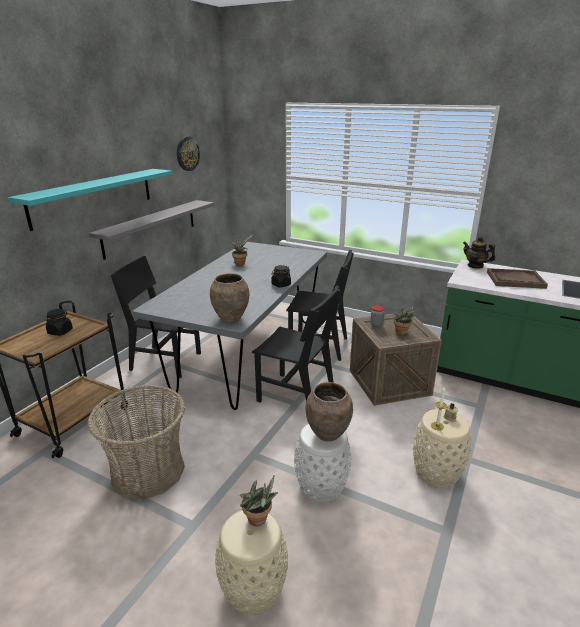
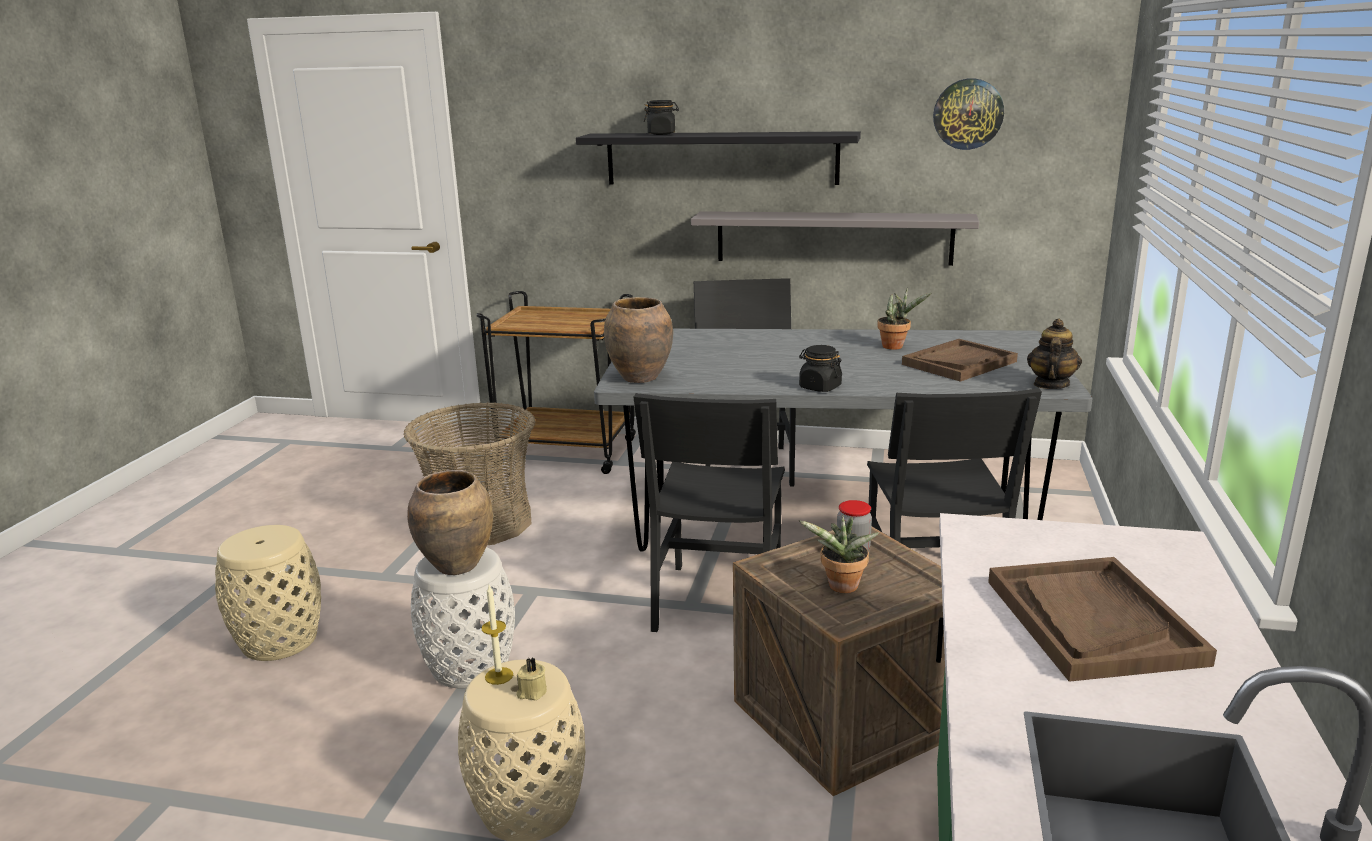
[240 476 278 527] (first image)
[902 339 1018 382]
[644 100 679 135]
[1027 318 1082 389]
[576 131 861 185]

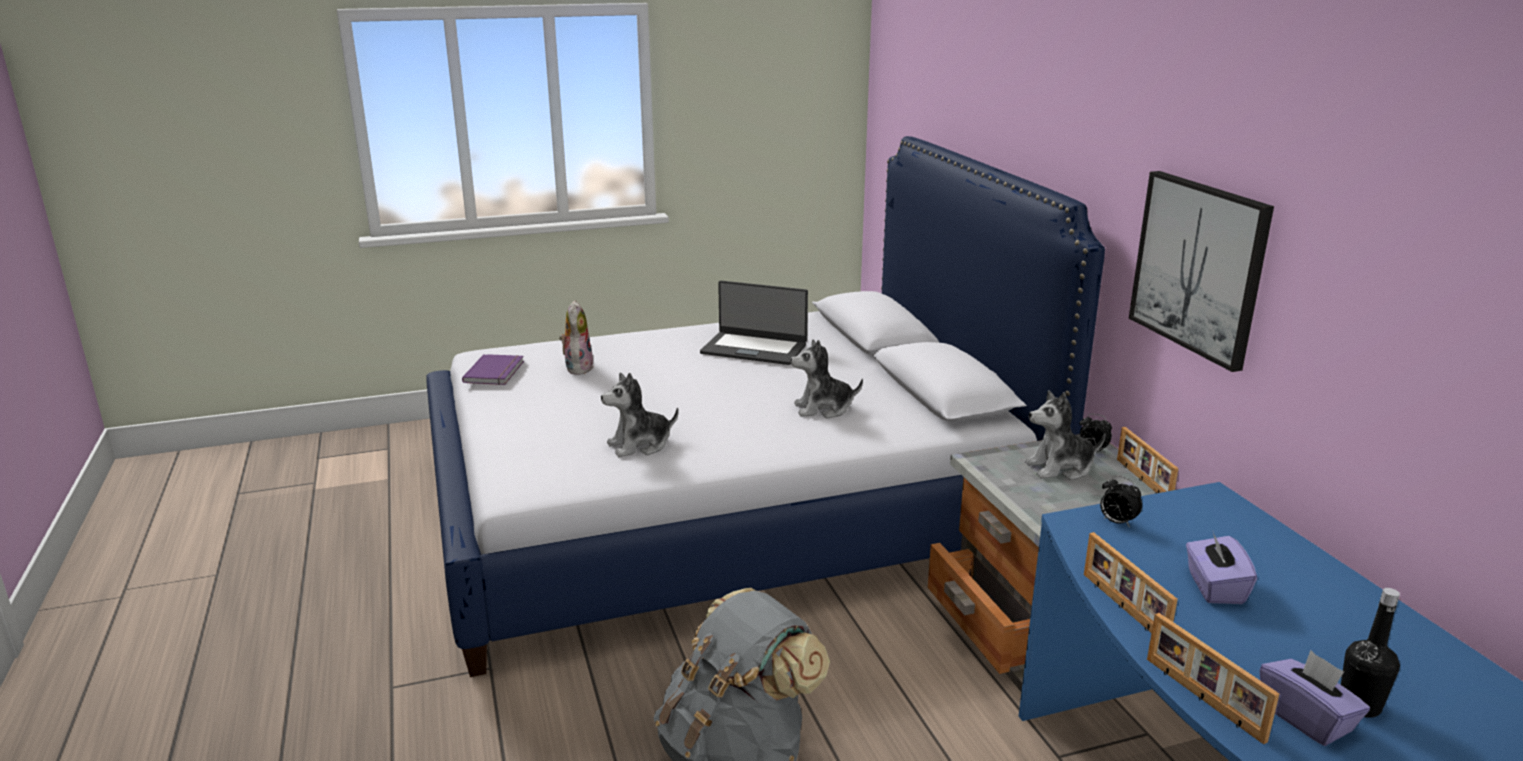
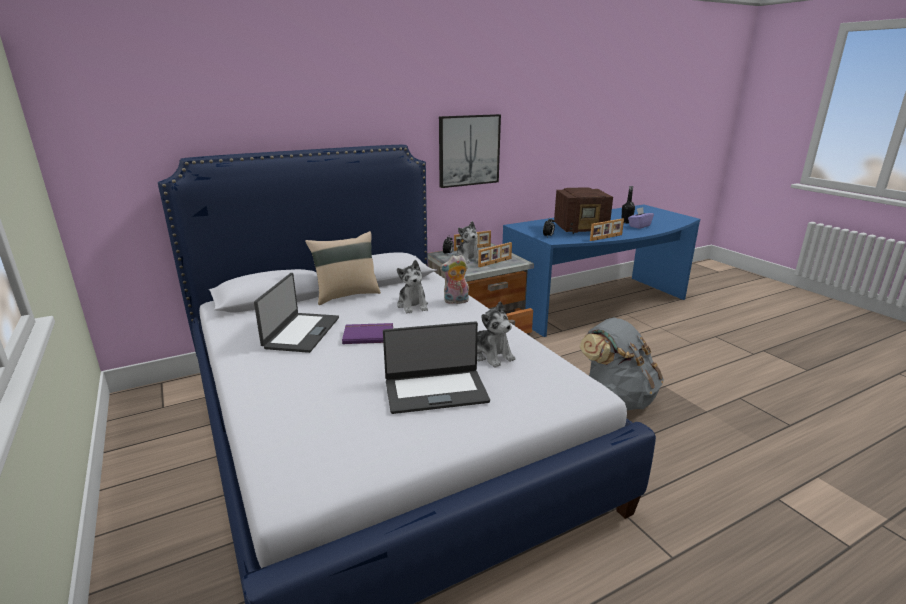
[305 231 381 305]
[383 321 490 414]
[342 323 393 344]
[440 255 469 304]
[478 242 512 267]
[554 187 613 234]

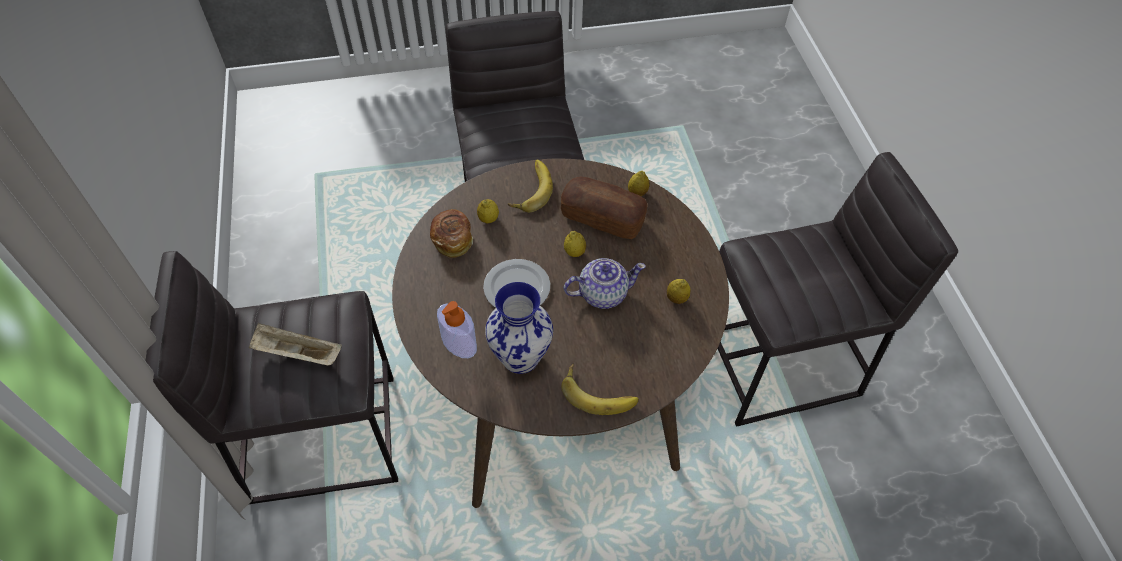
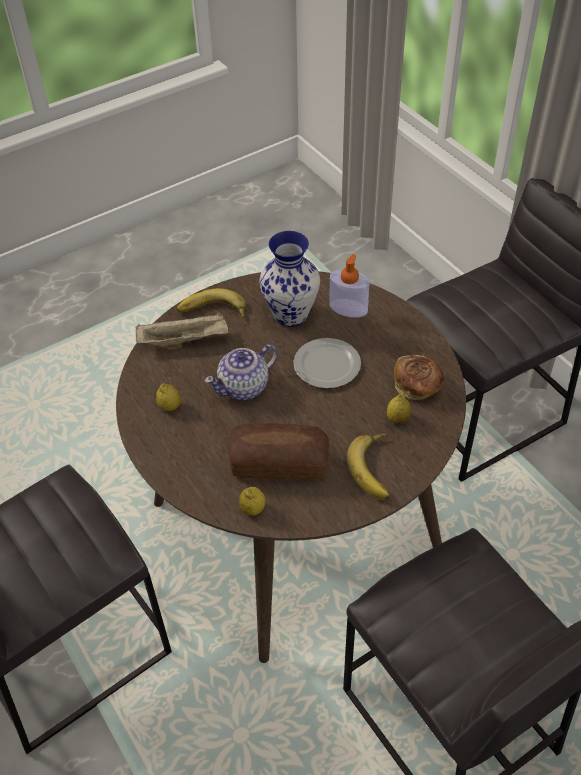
[564 231 586 257] (first image)
[136 312 228 347]

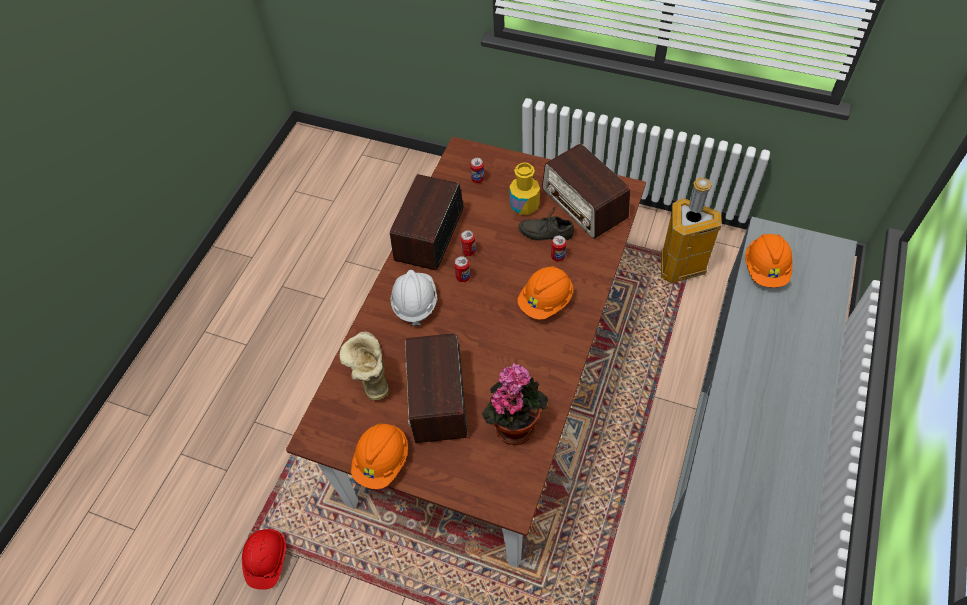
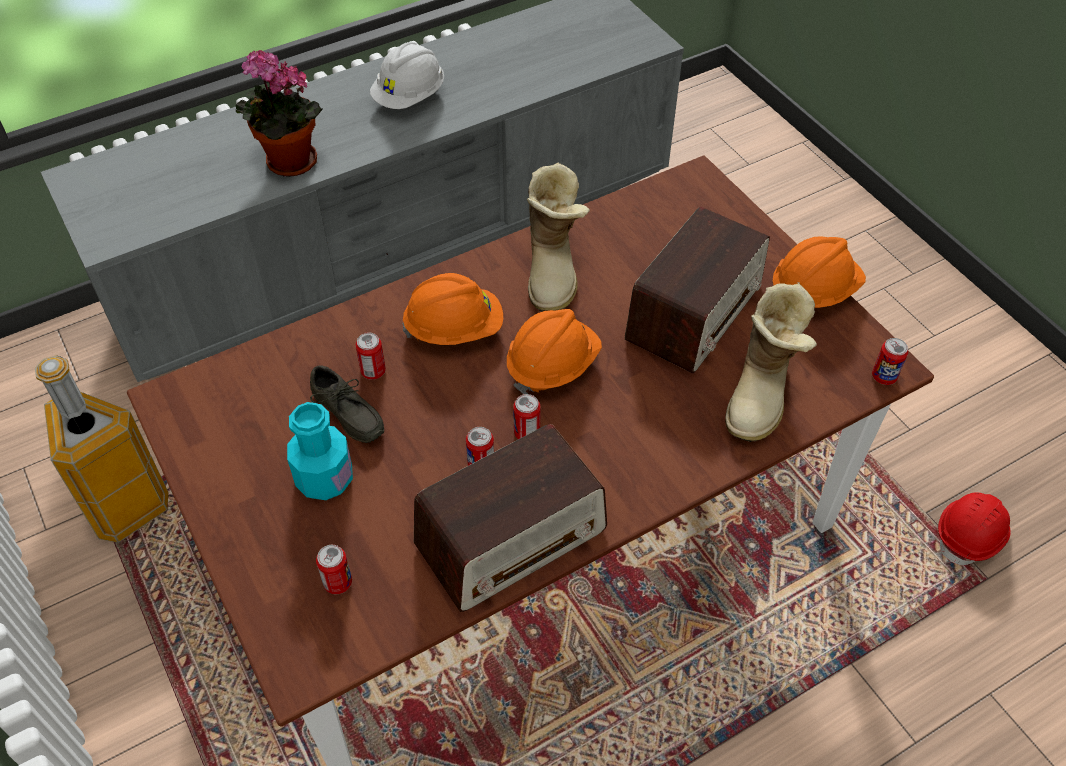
[542 143 630 239] (first image)
[527 163 590 312]
[872 338 908 385]
[370 42 444 109]
[236 50 323 177]
[507 309 602 394]
[287 402 353 500]

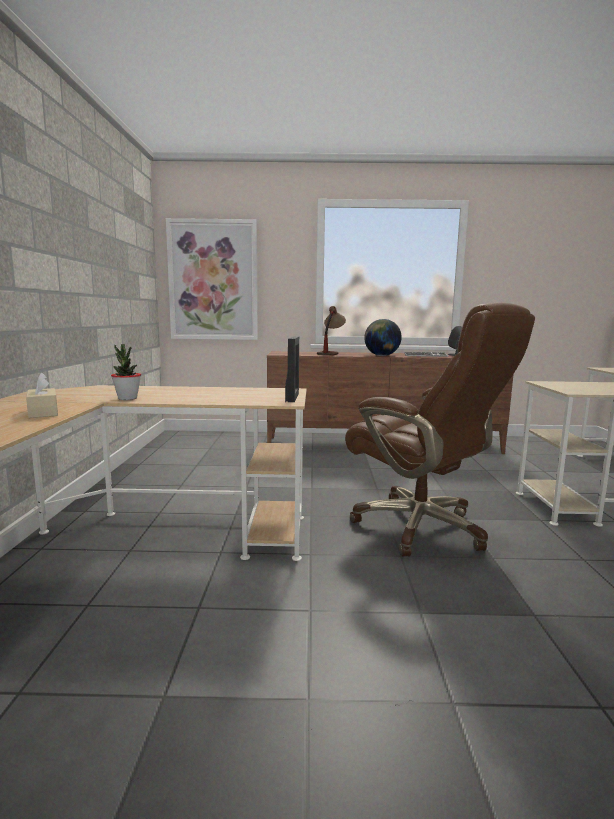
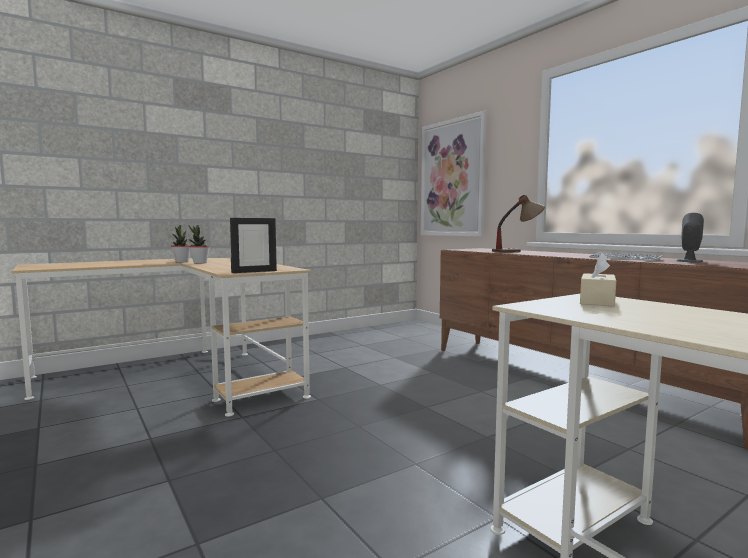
[345 302 535 556] (first image)
[364 319 402 356] (first image)
[171 225 191 263]
[580 253 616 307]

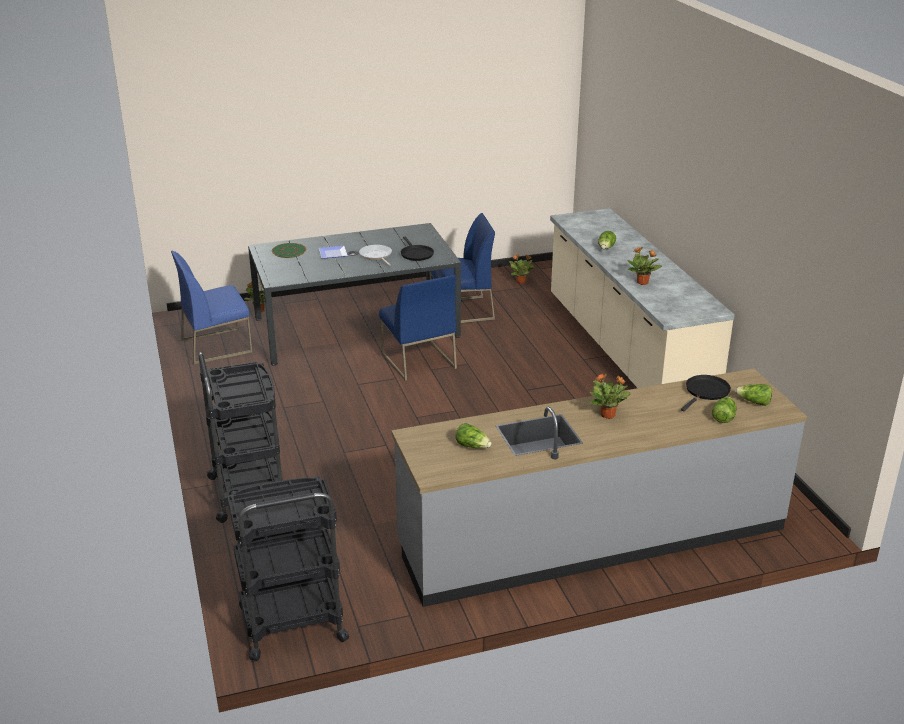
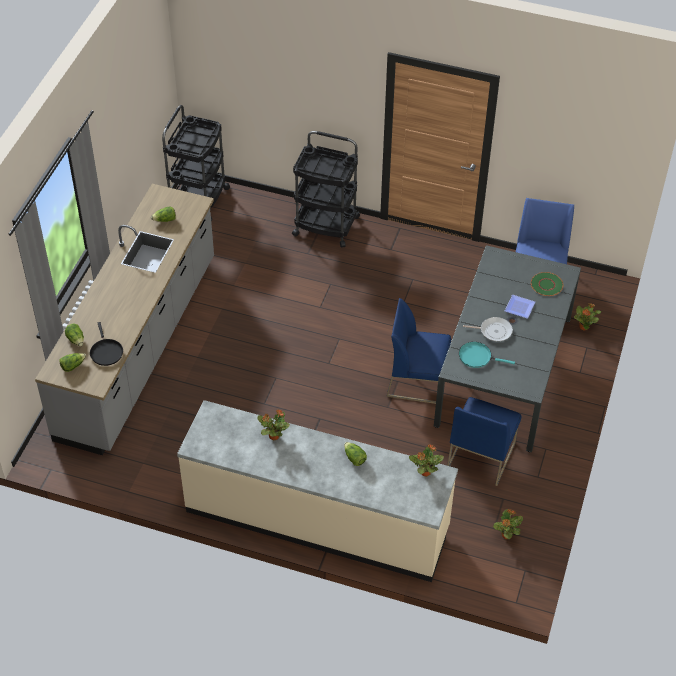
[409 444 444 477]
[459 342 515 368]

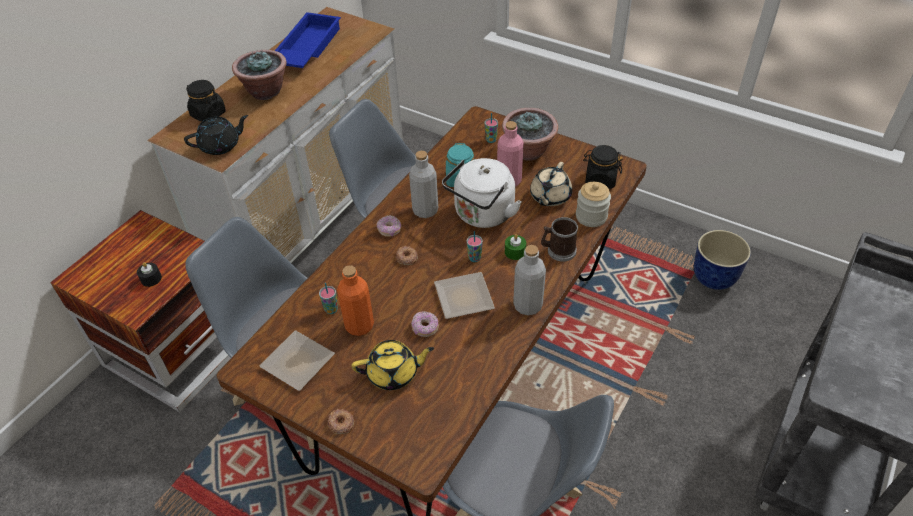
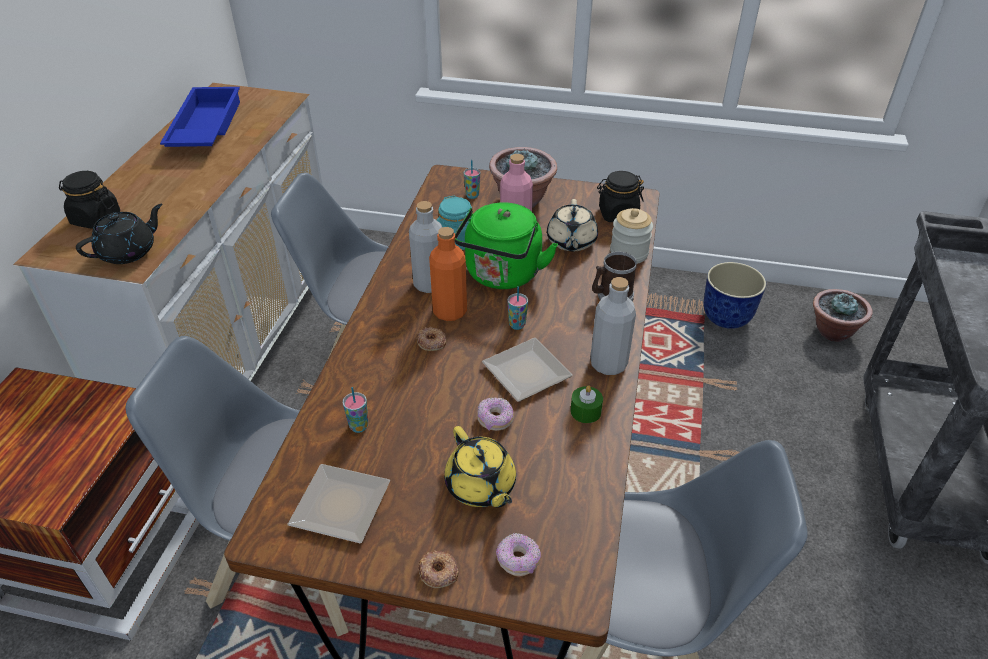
[137 262 162 287] (first image)
[813 289 872 342]
[429 227 467 321]
[496 533 541 576]
[571 385 603 423]
[455 202 558 289]
[444 426 516 508]

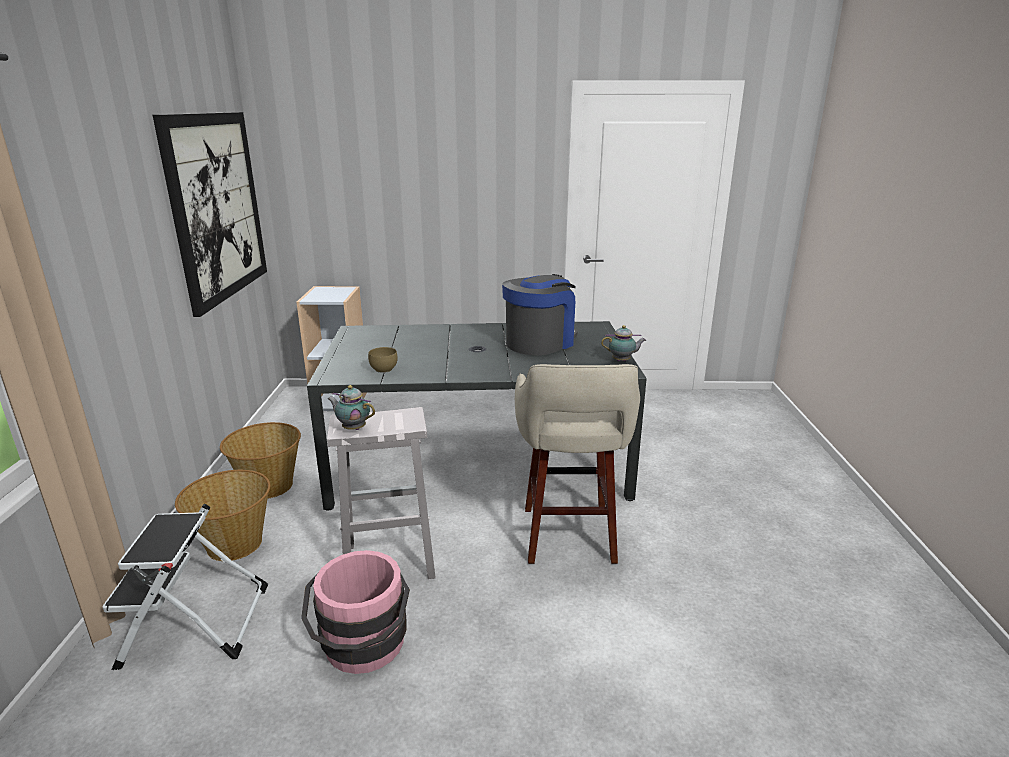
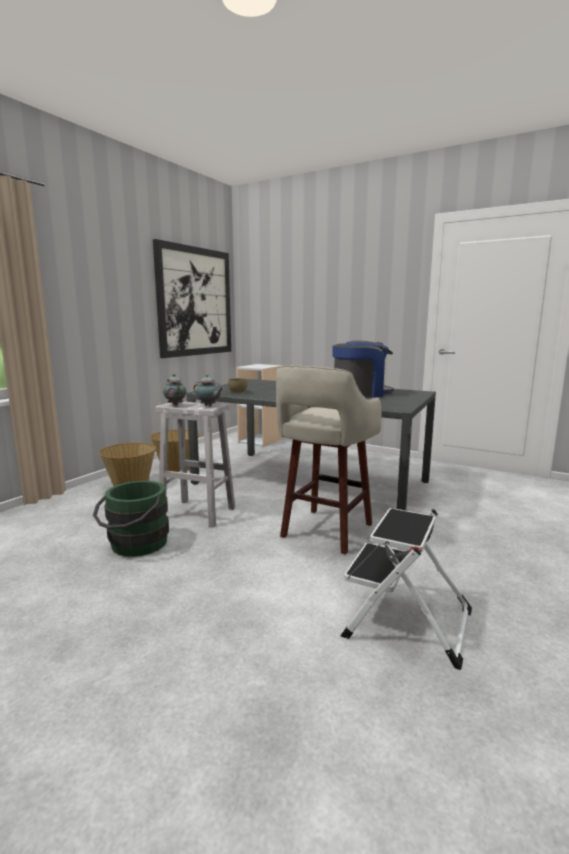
[341 508 472 670]
[193 374 224 406]
[93 481 169 557]

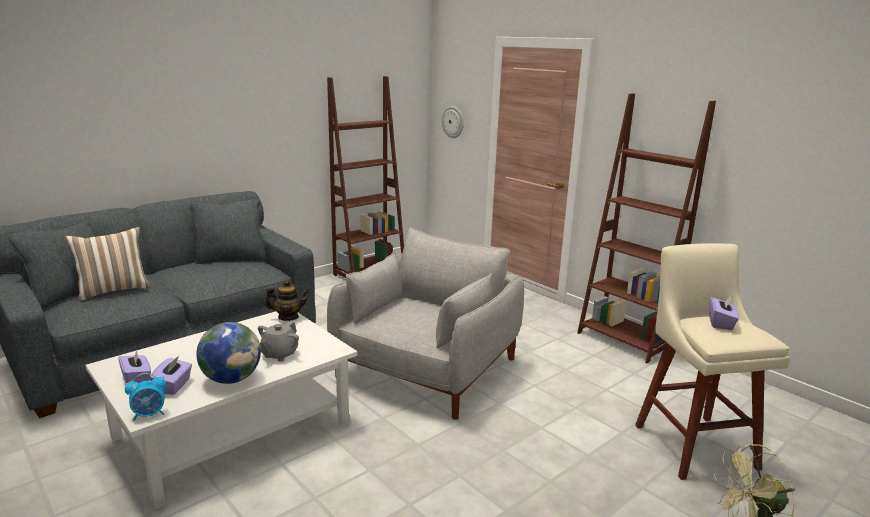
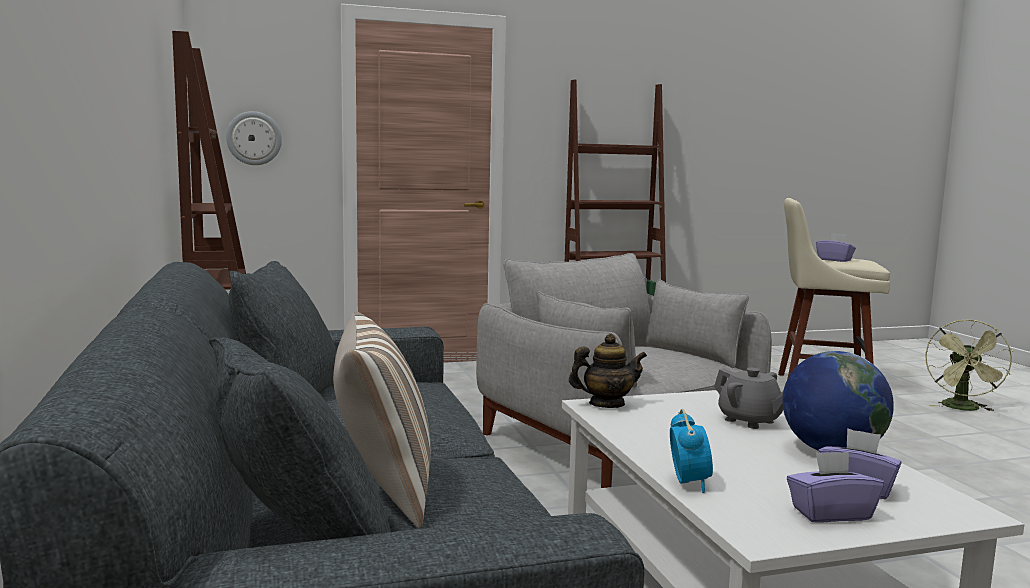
[670 409 713 493]
[569 334 647 408]

